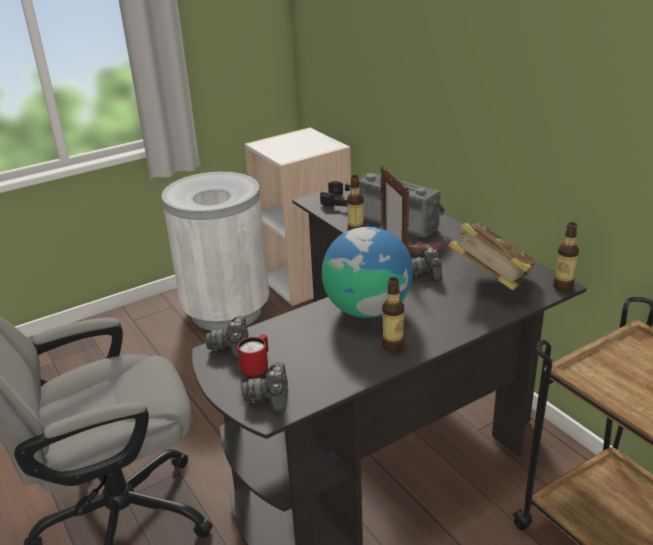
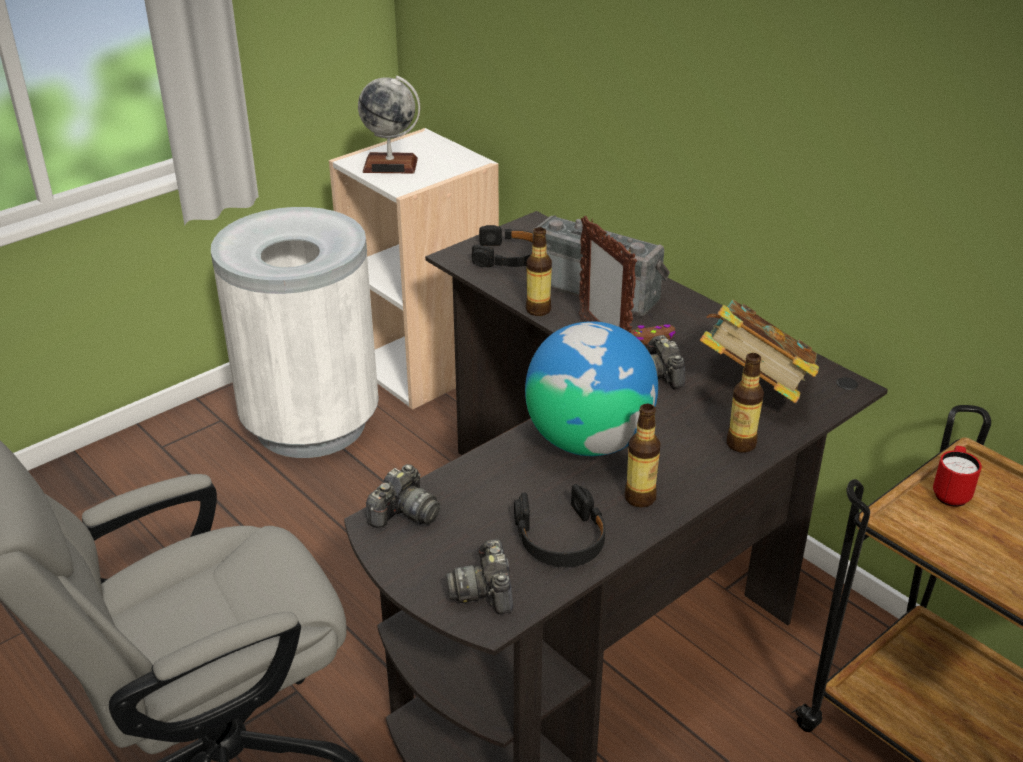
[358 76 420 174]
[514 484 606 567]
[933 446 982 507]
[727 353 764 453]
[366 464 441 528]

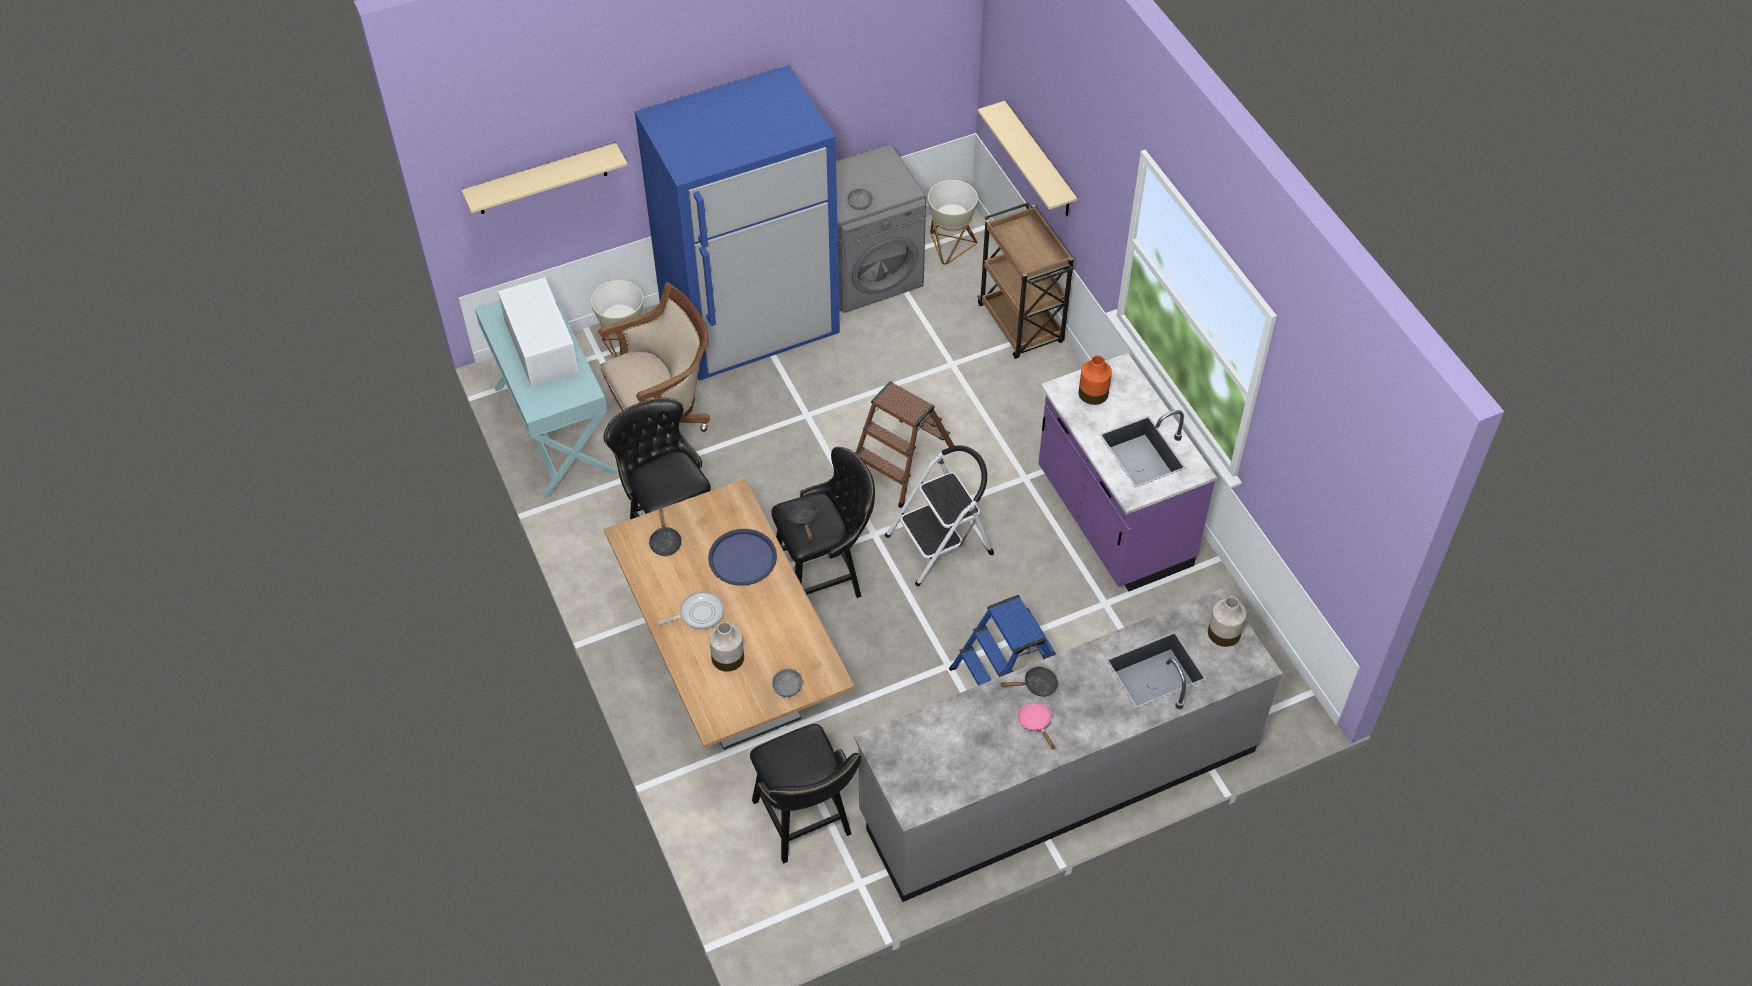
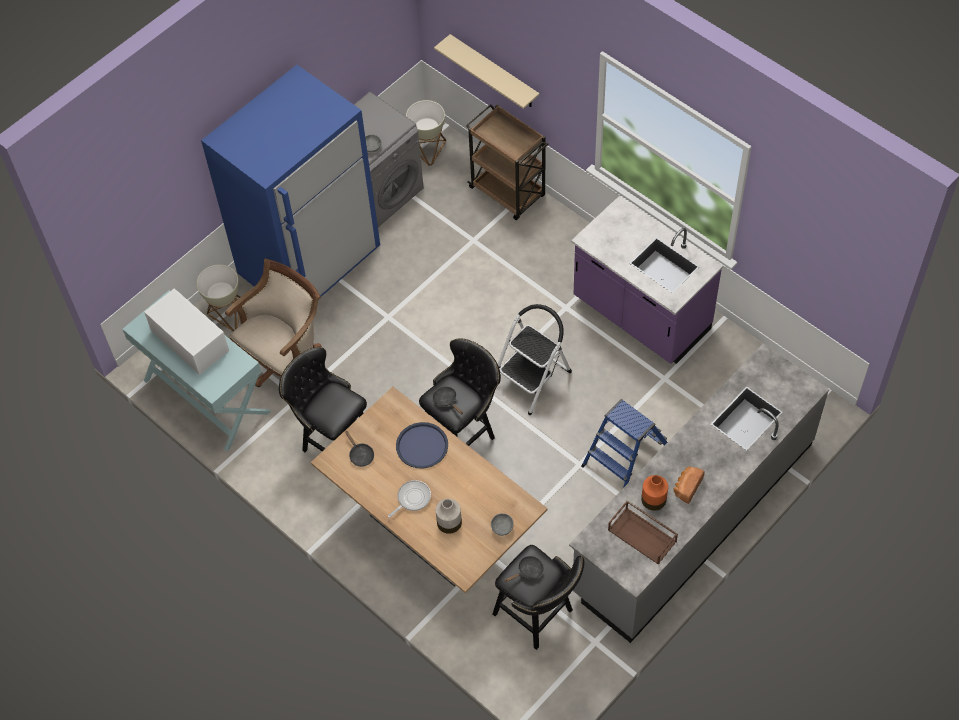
[461 143 627 214] (first image)
[855 381 955 508] (first image)
[1208 597 1246 647] (first image)
[608 500 678 565]
[505 556 544 583]
[641 475 668 511]
[674 466 705 504]

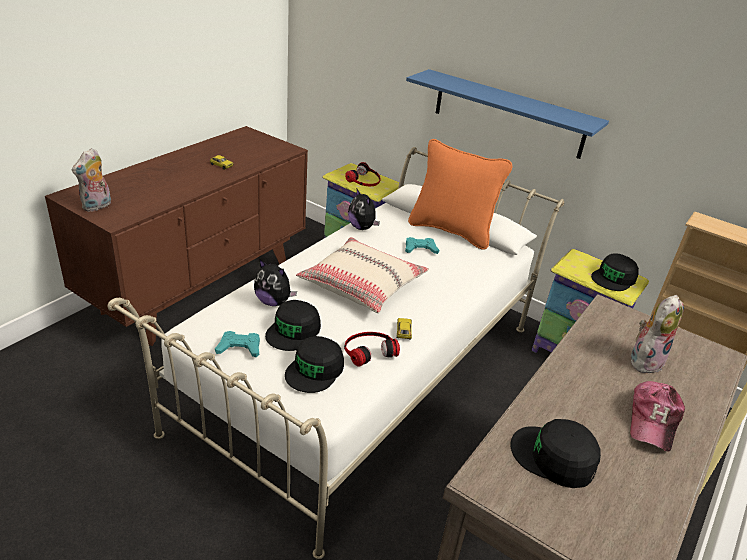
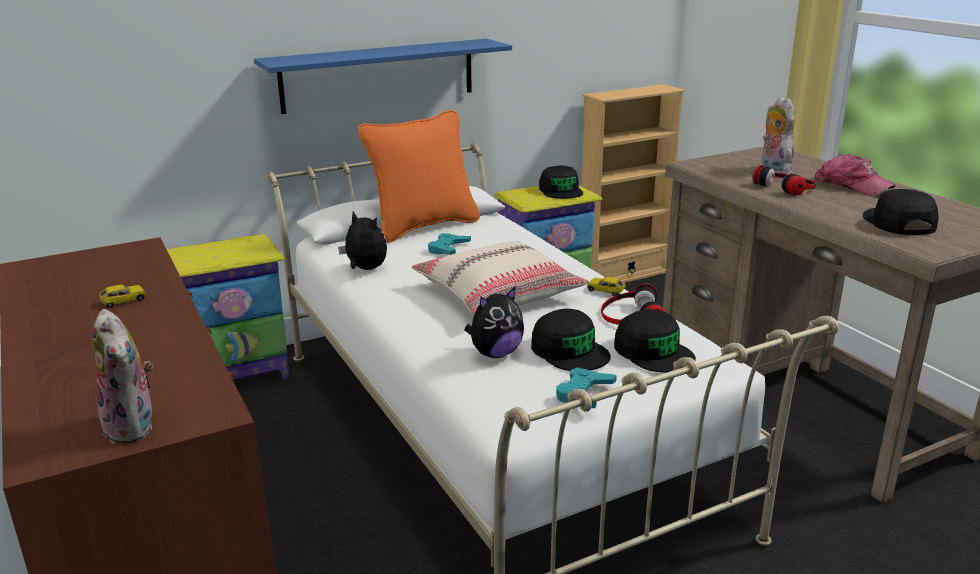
[753 165 816 196]
[338 211 387 270]
[863 189 939 235]

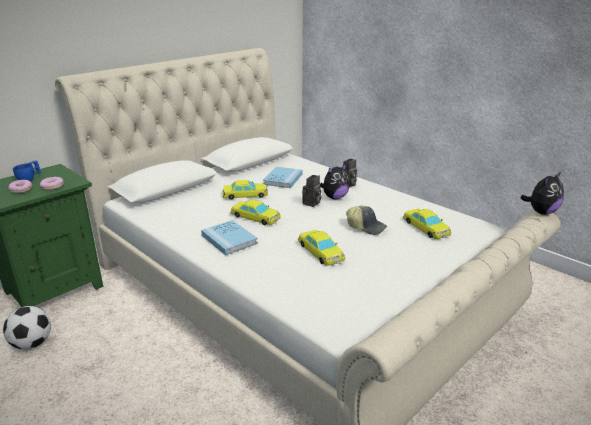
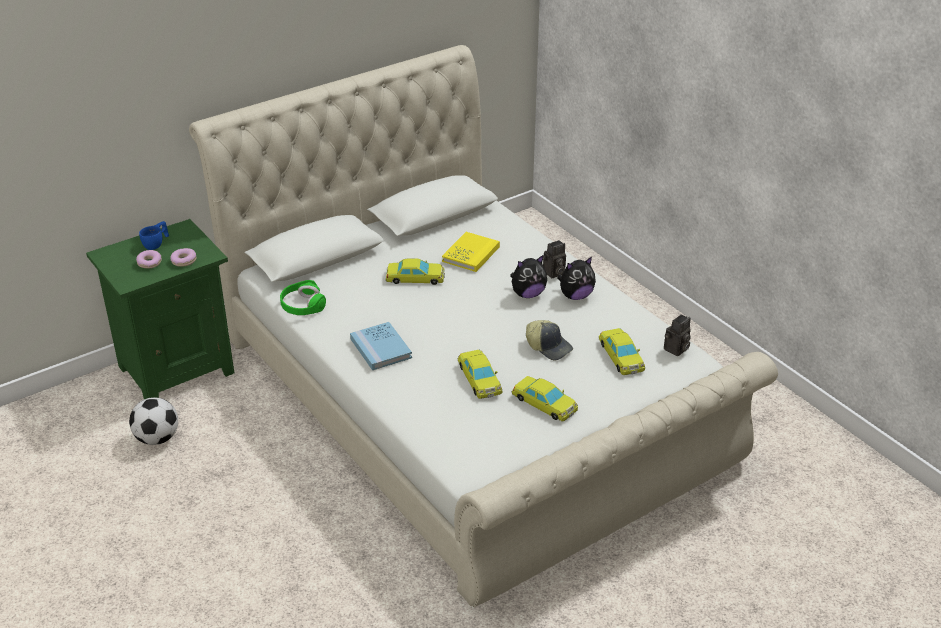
[280 280 326 315]
[512 376 578 421]
[664 314 691 356]
[558 257 596 300]
[442 232 500 272]

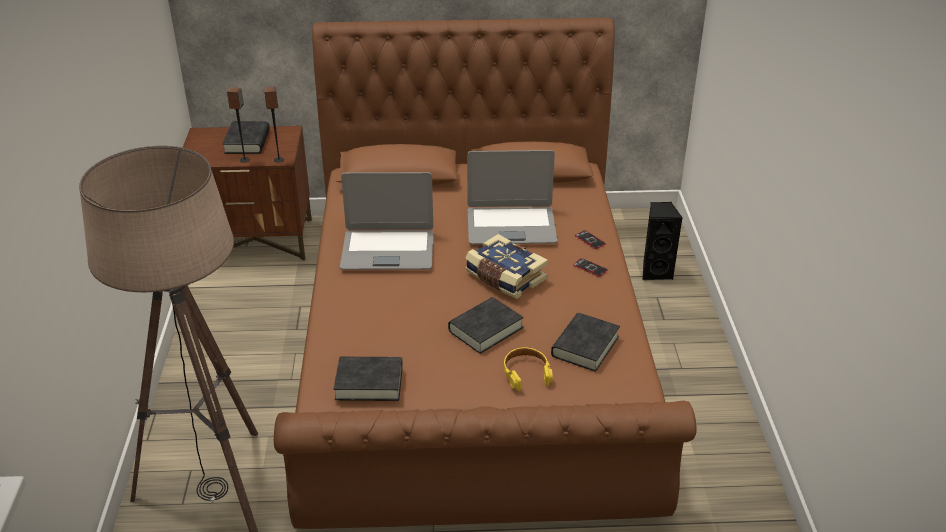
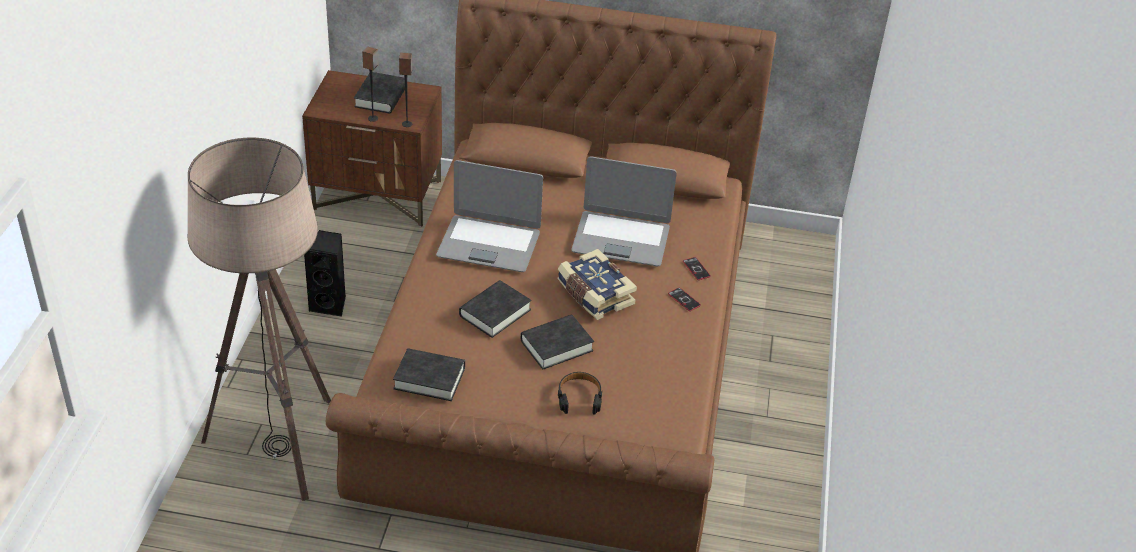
[459 280 532 338]
[304 230 346 317]
[558 372 602 415]

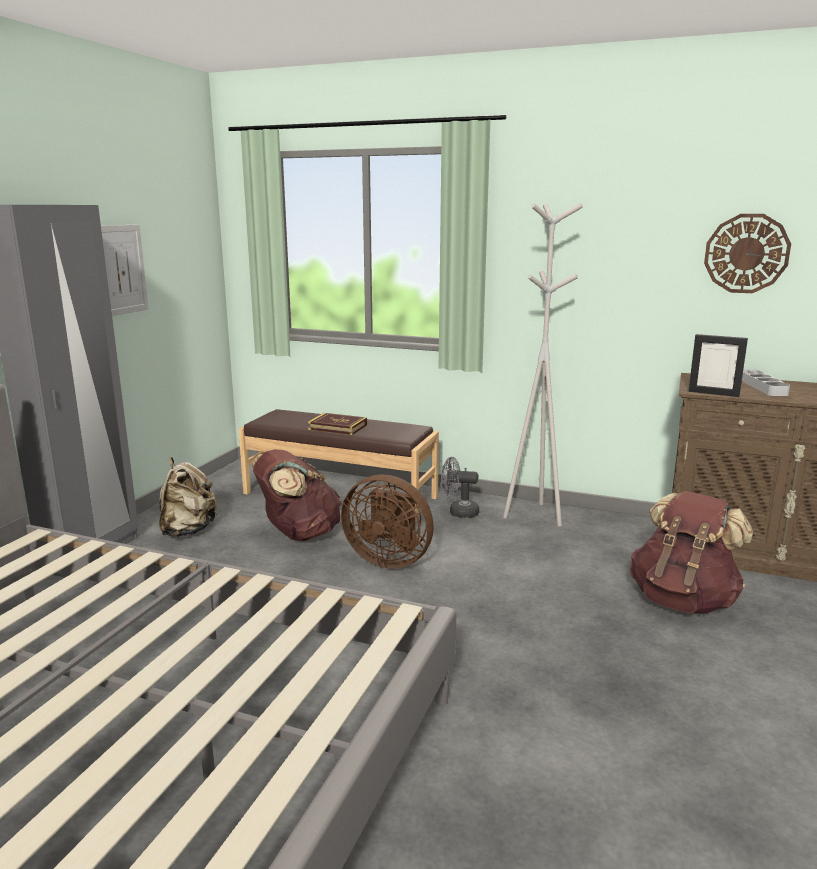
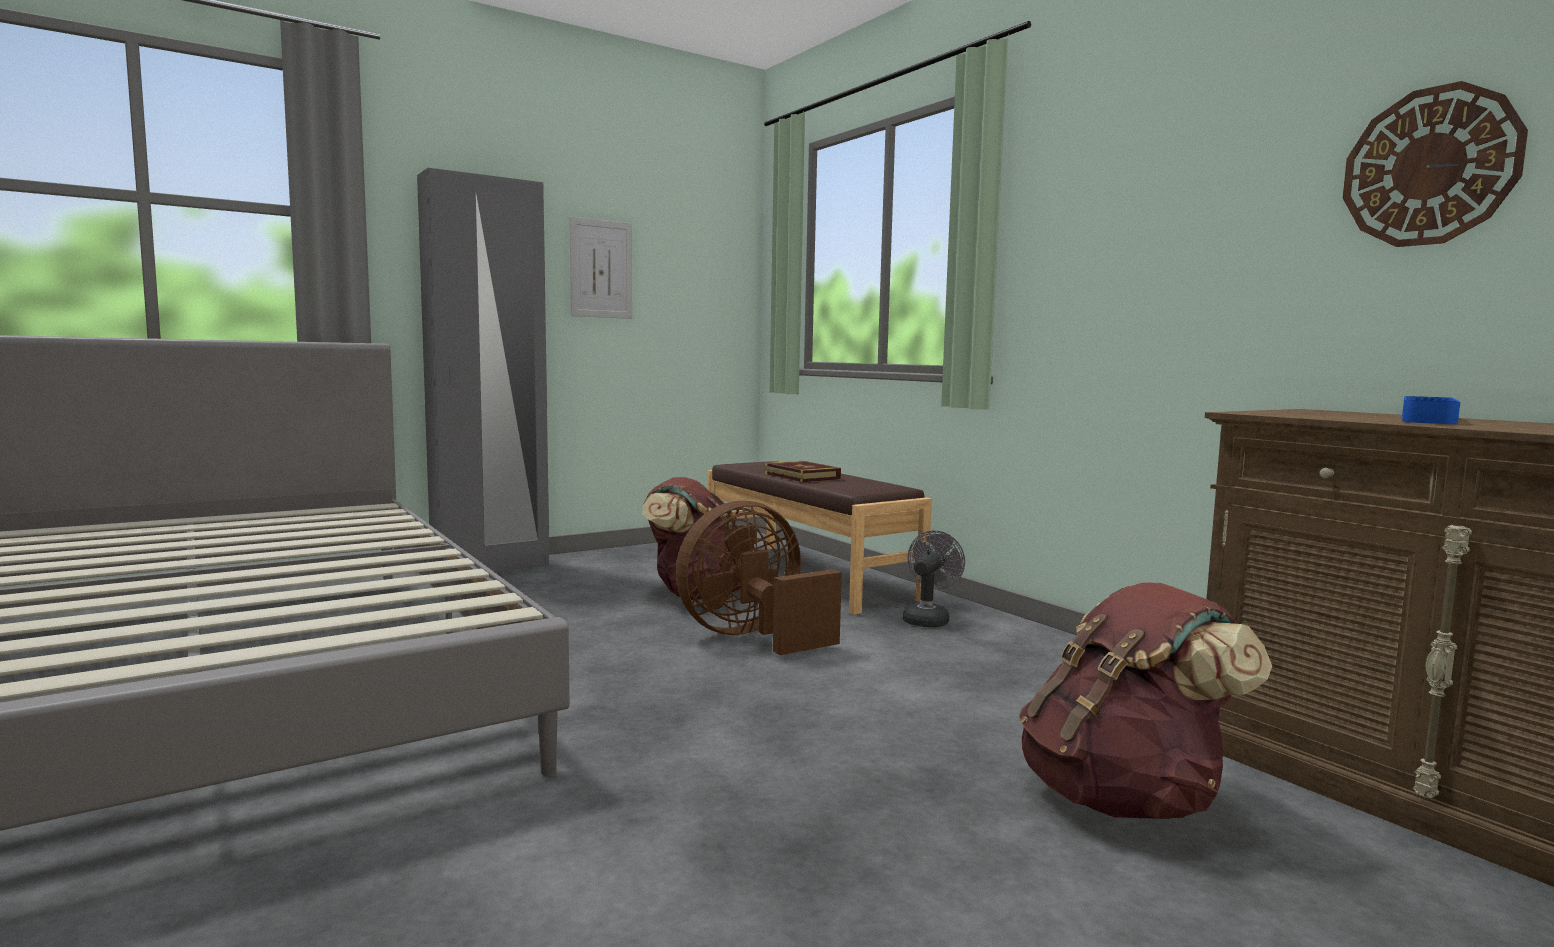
[159 457 218 537] (first image)
[503 203 583 526] (first image)
[688 334 748 397] (first image)
[1402 396 1460 424]
[676 501 842 655]
[903 531 965 627]

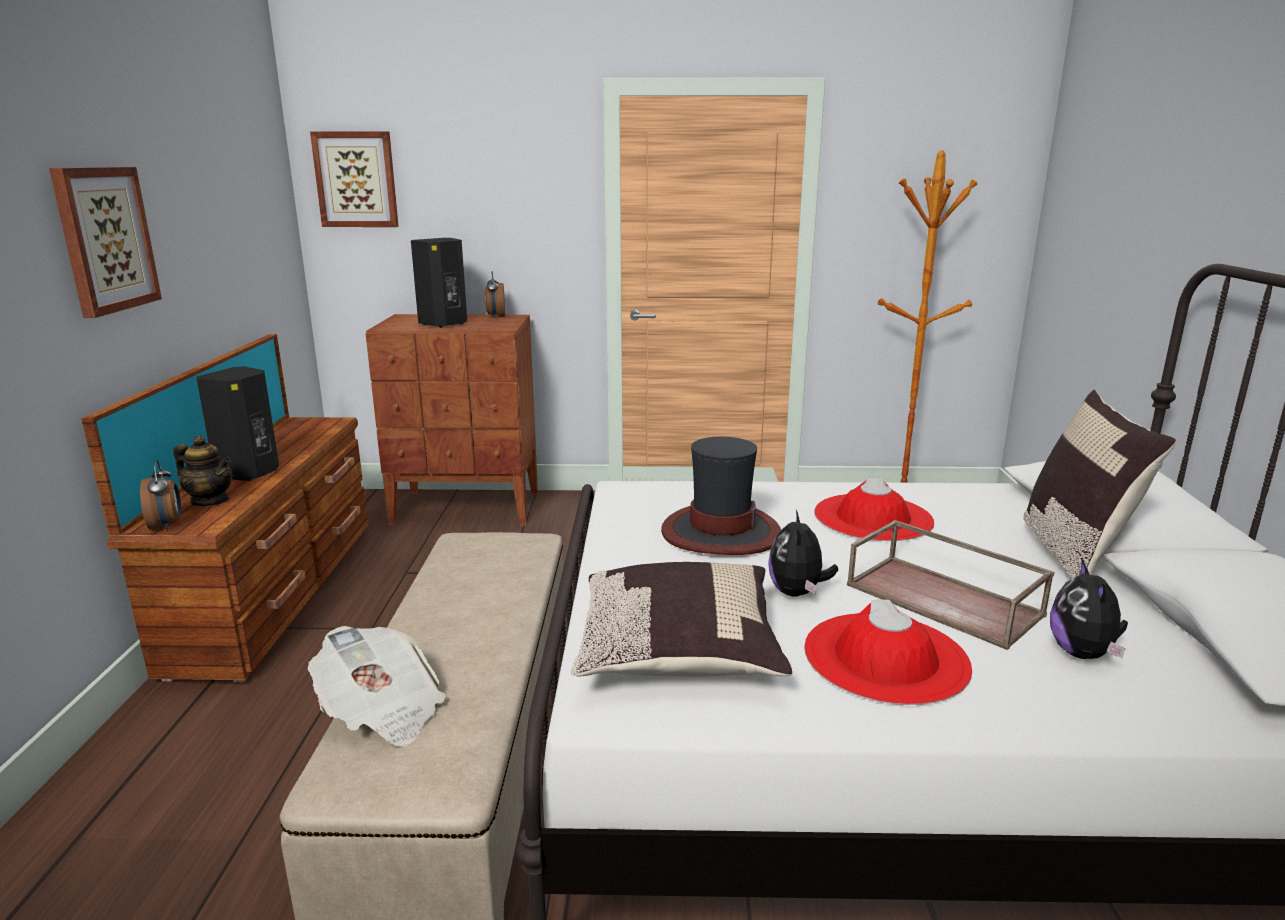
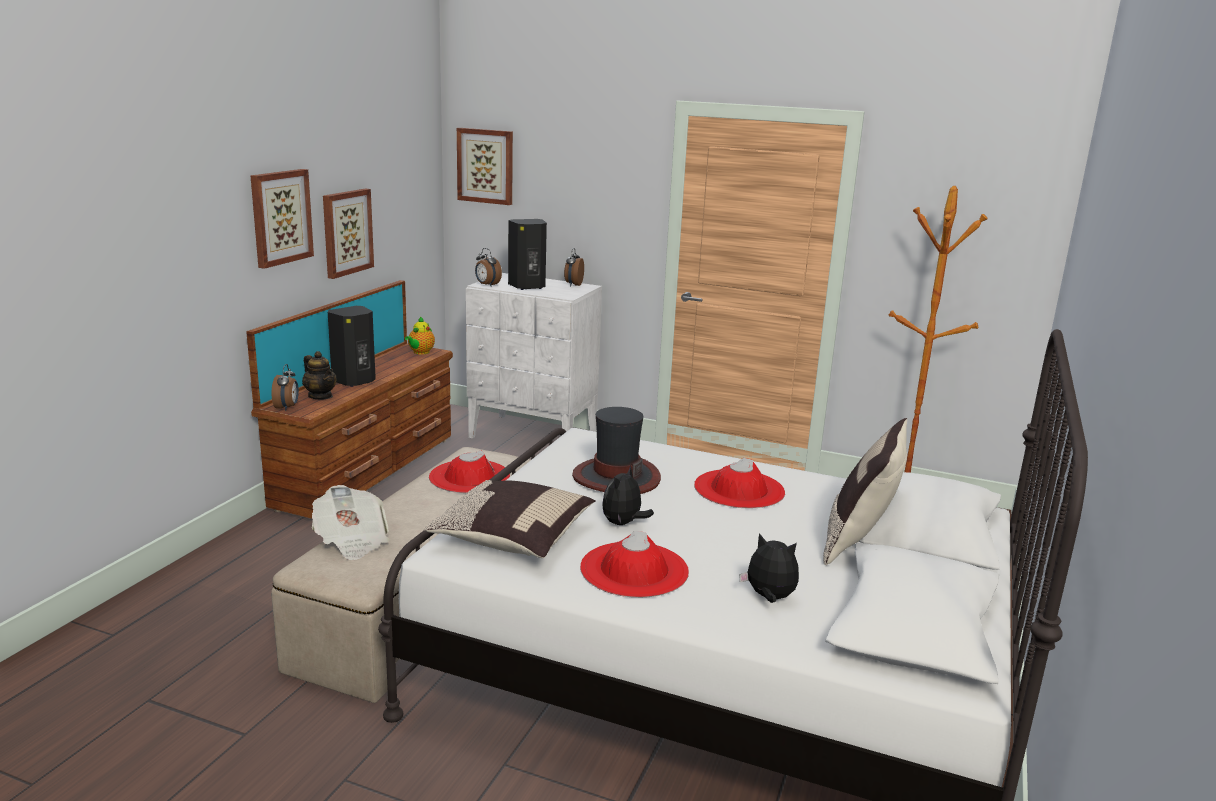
[847 520 1054 650] (first image)
[323 189 374 279]
[405 316 435 355]
[429 451 510 493]
[475 248 502 287]
[466 273 602 438]
[739 533 799 603]

